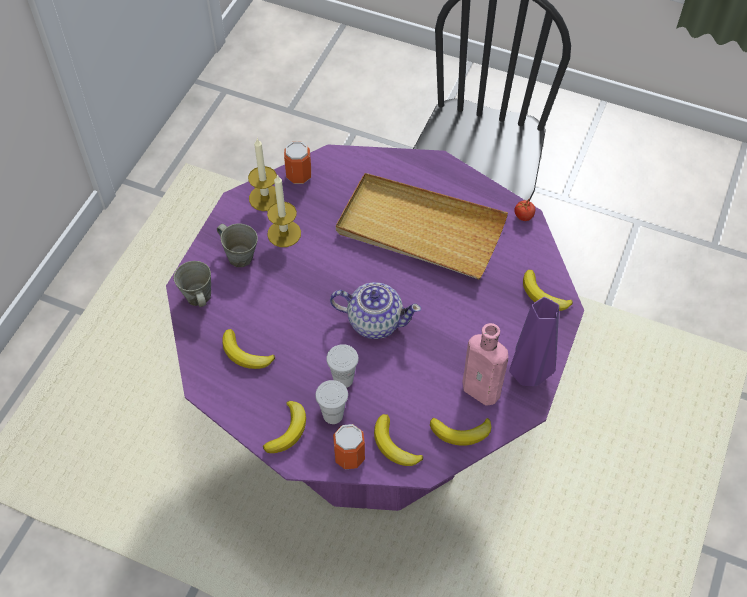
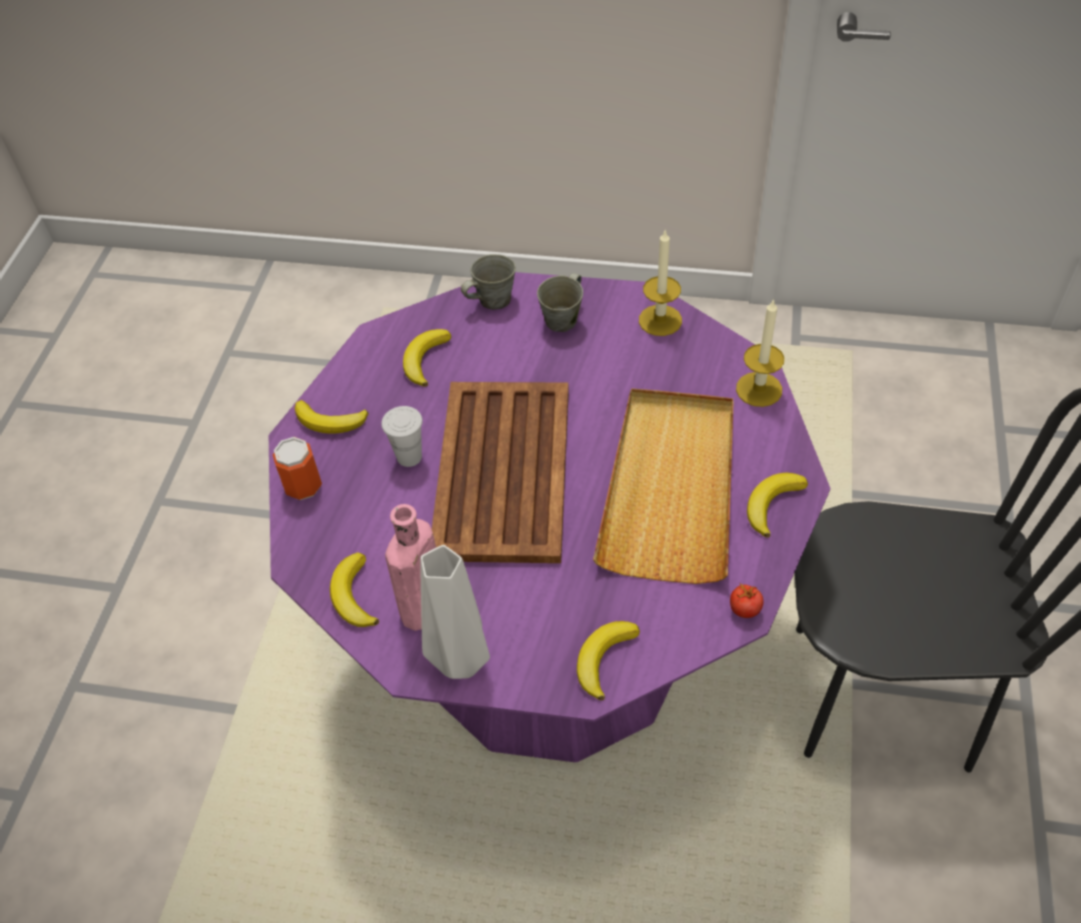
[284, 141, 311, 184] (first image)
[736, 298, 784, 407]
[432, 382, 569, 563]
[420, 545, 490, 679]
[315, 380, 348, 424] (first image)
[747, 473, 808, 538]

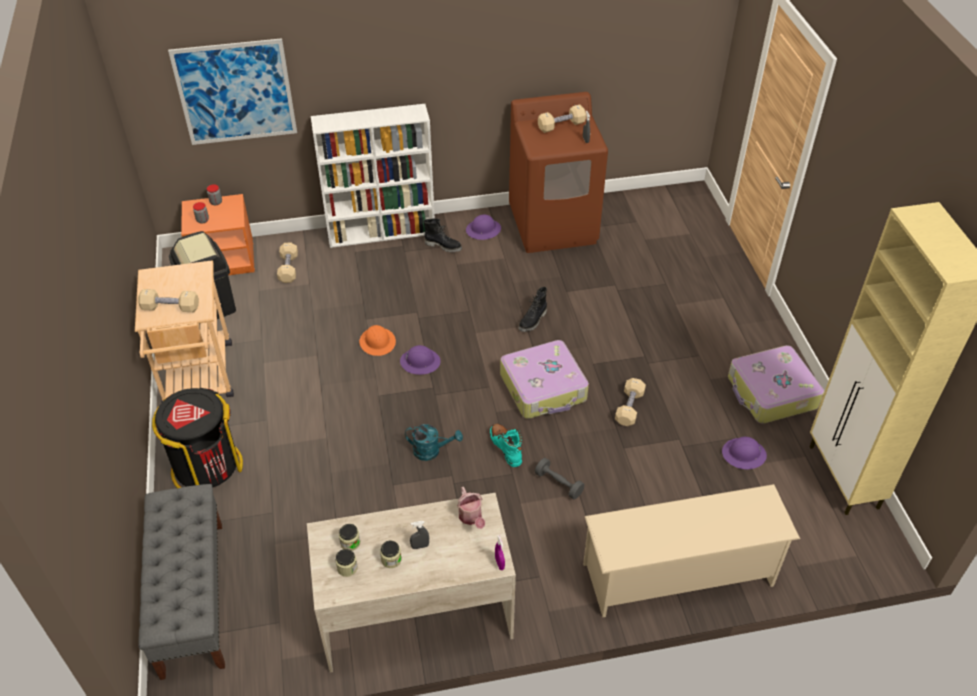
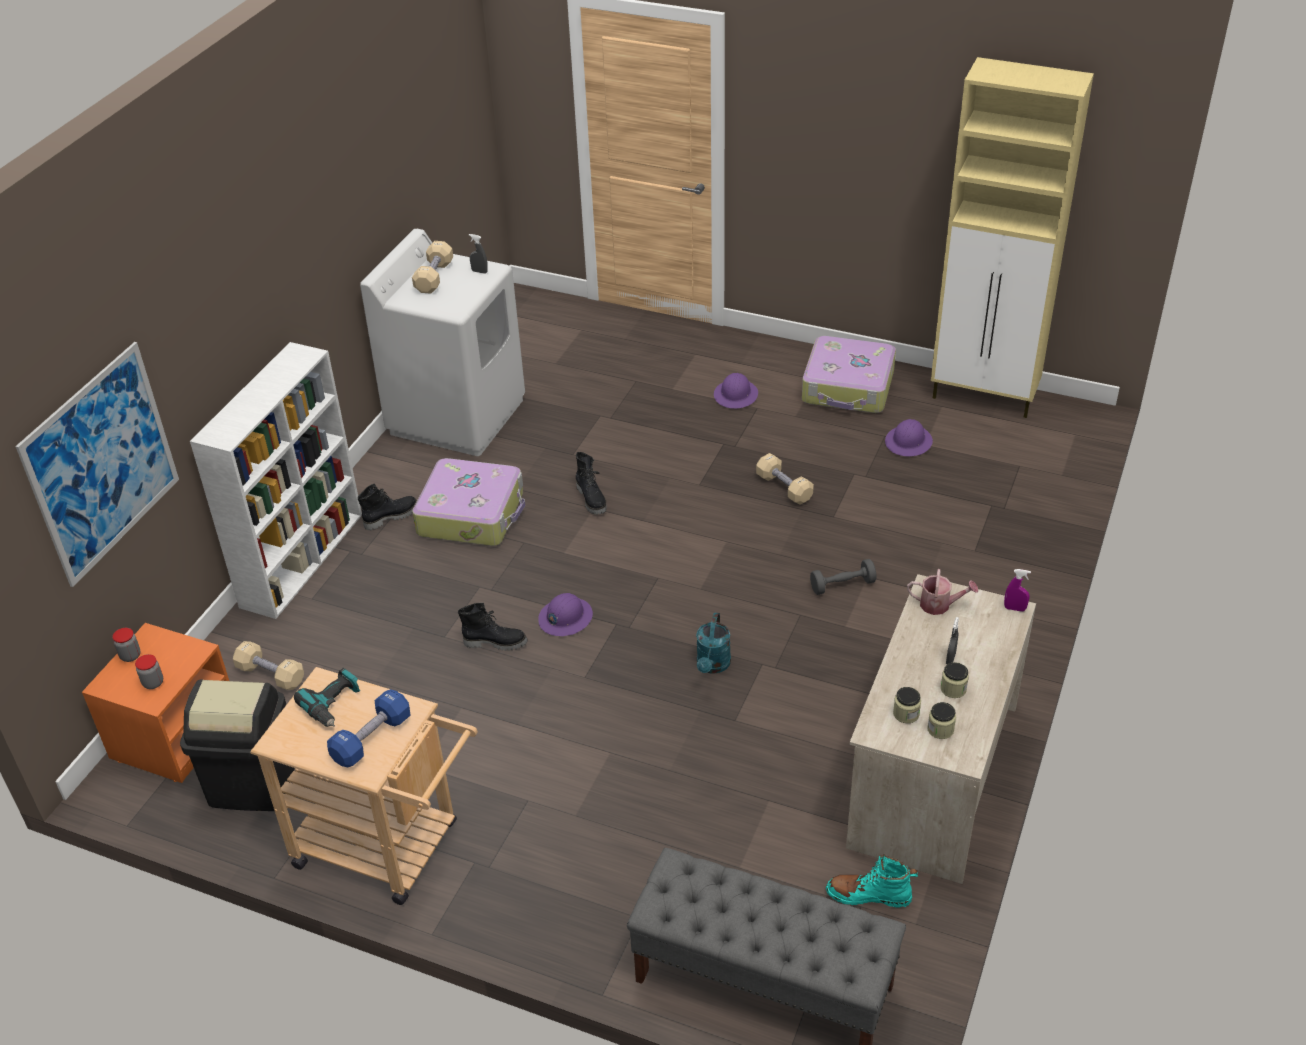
[360, 229, 525, 456]
[714, 373, 758, 409]
[327, 689, 410, 768]
[458, 603, 527, 651]
[412, 458, 525, 546]
[152, 388, 243, 488] (first image)
[696, 612, 731, 674]
[826, 855, 918, 908]
[583, 484, 800, 617] (first image)
[294, 668, 360, 727]

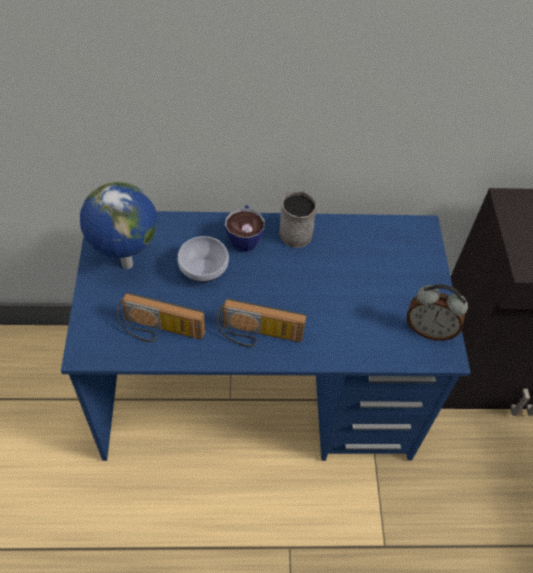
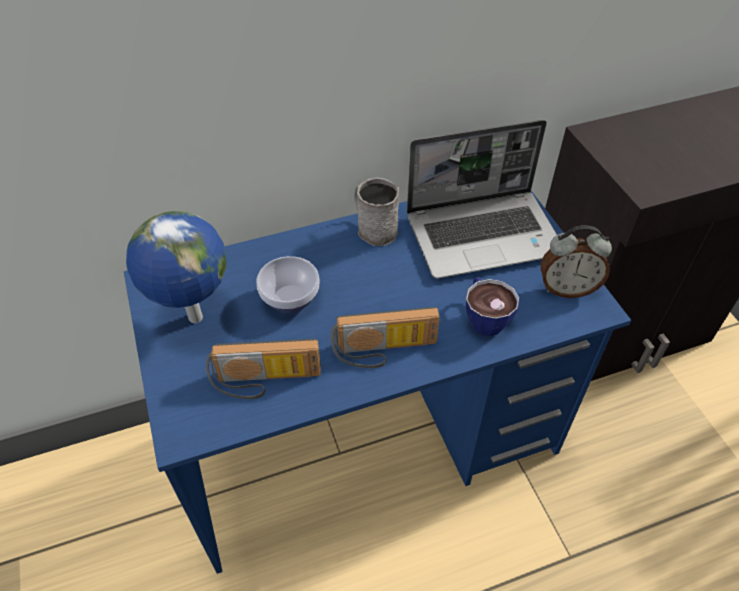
[465, 277, 519, 336]
[407, 120, 557, 279]

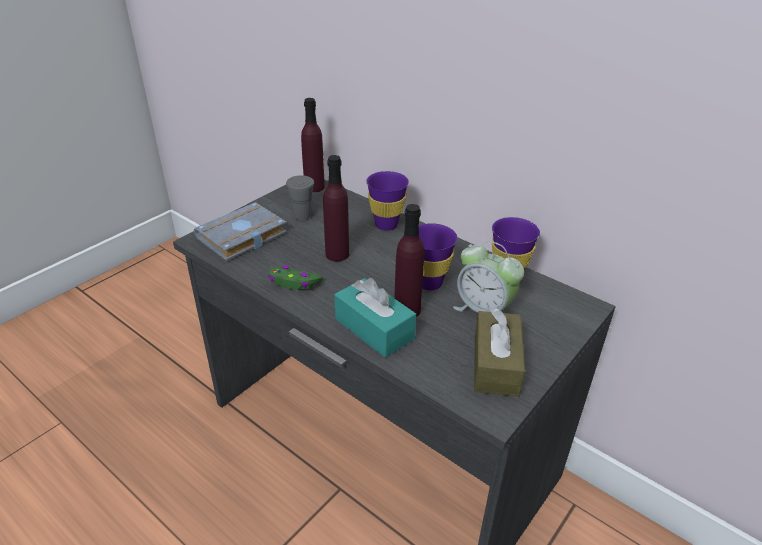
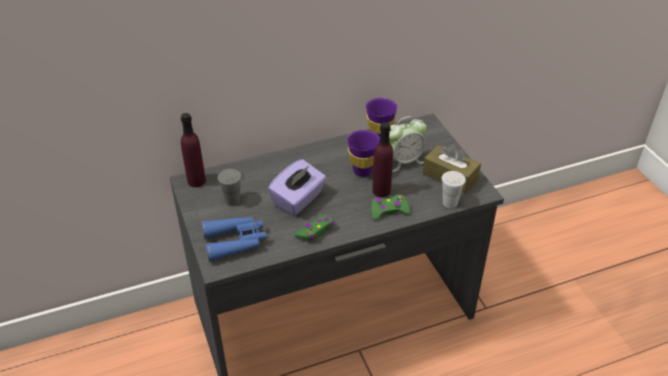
[268, 159, 326, 216]
[366, 171, 409, 231] (first image)
[201, 216, 266, 262]
[371, 194, 411, 220]
[441, 171, 466, 208]

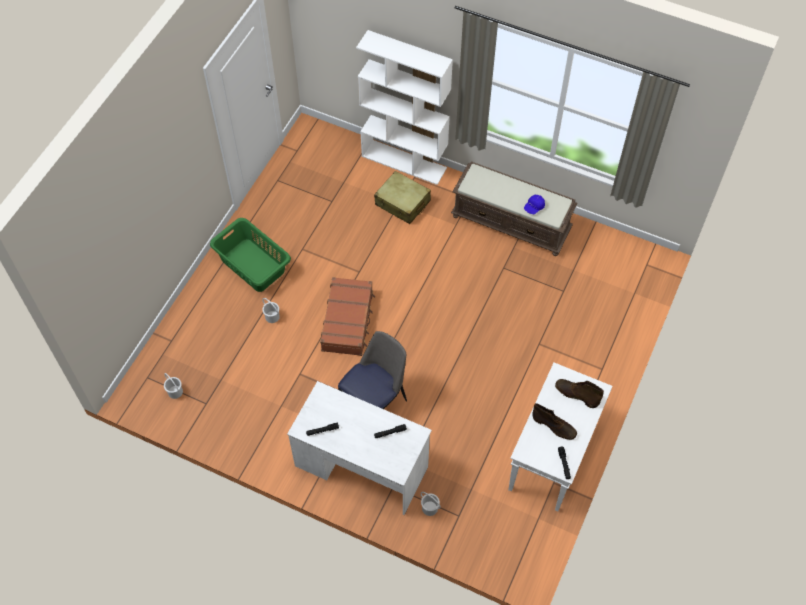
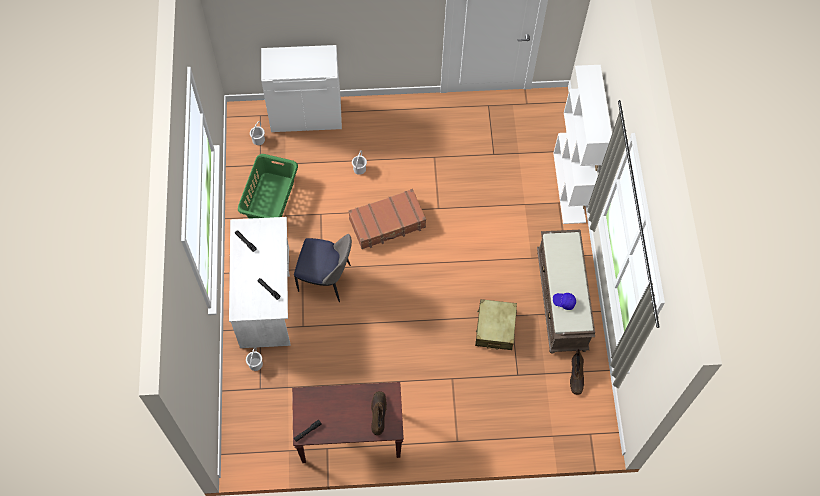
[475, 299, 517, 350]
[238, 154, 298, 219]
[292, 382, 404, 463]
[570, 349, 584, 395]
[261, 45, 342, 132]

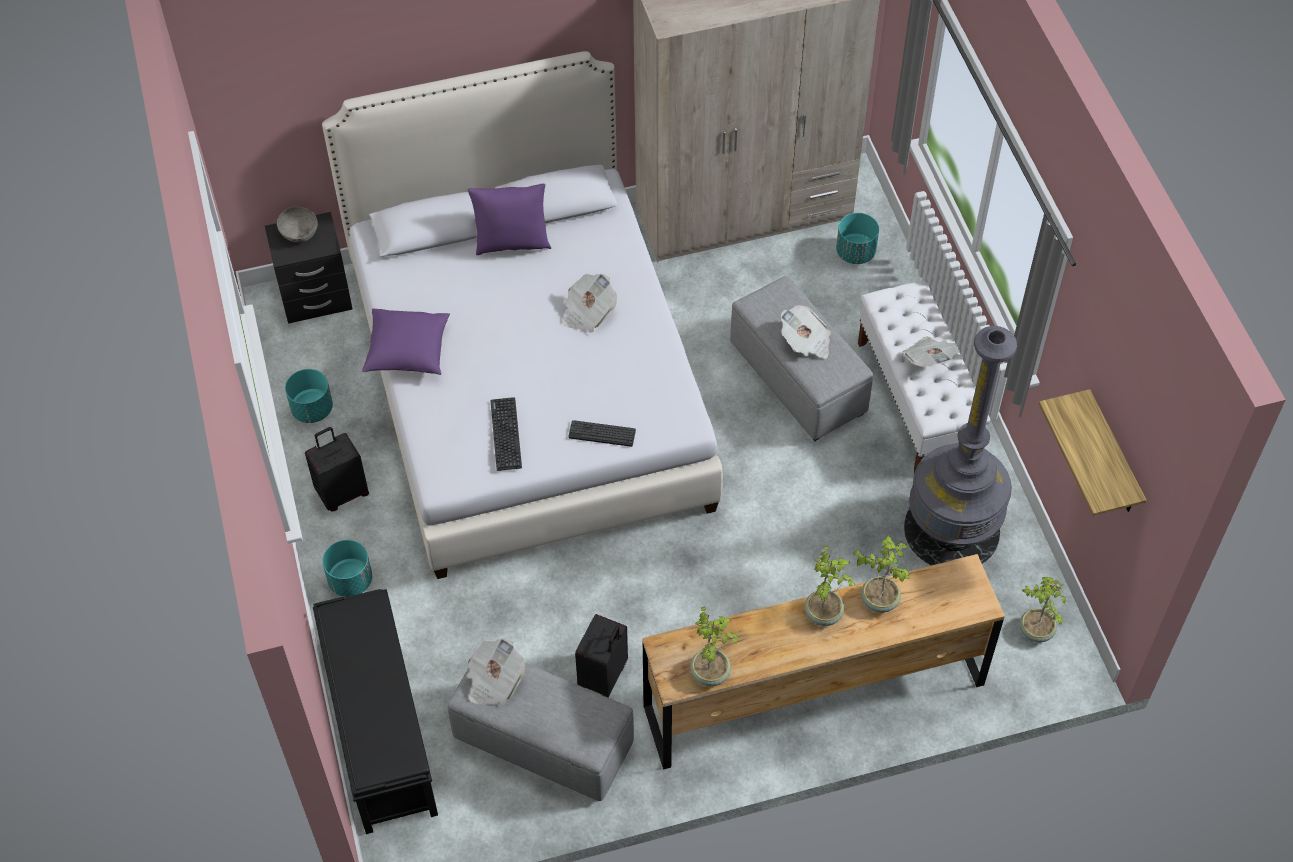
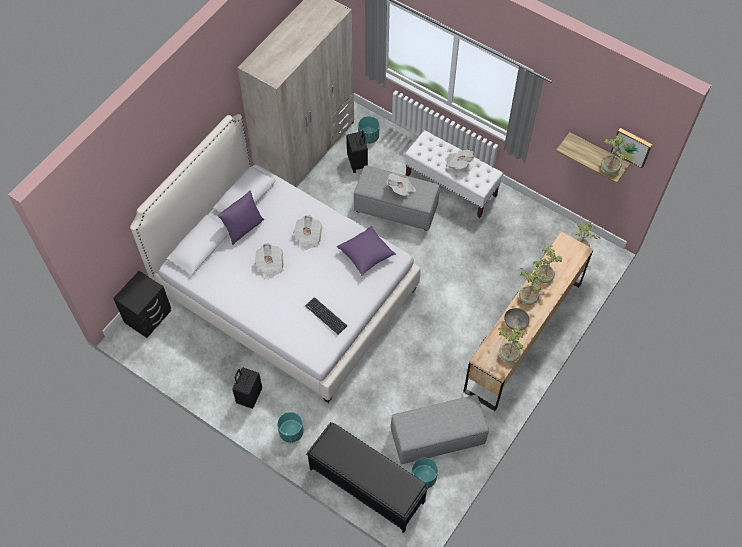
[504, 308, 530, 330]
[337, 226, 396, 276]
[904, 326, 1017, 565] (first image)
[412, 458, 438, 488]
[569, 420, 636, 447] (first image)
[347, 130, 368, 173]
[255, 243, 284, 280]
[611, 128, 652, 168]
[601, 136, 628, 174]

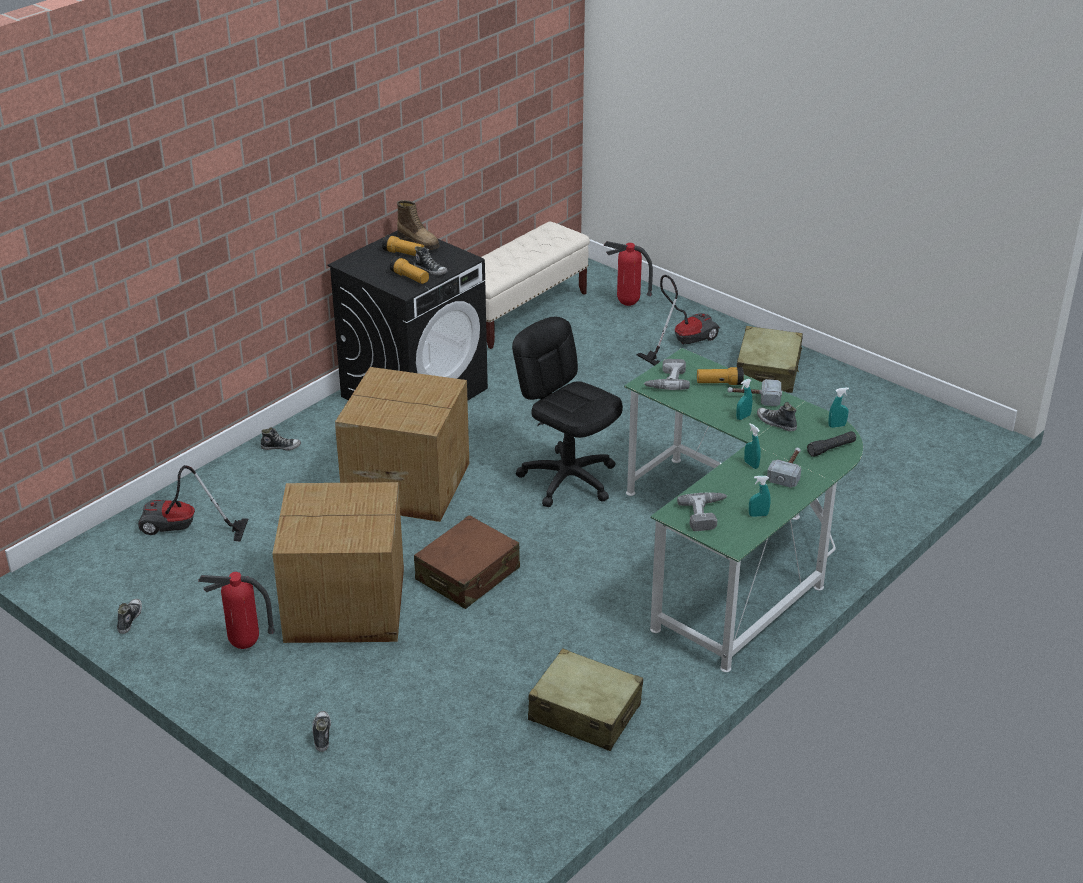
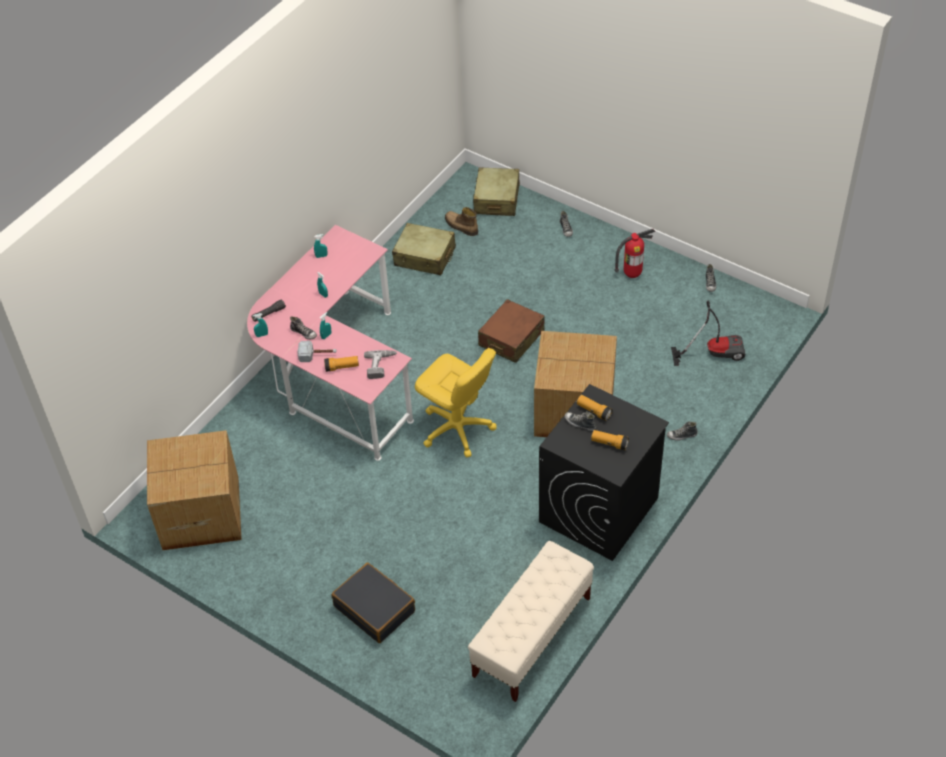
[445, 207, 478, 236]
[604, 241, 653, 306] (first image)
[332, 563, 415, 643]
[415, 348, 497, 457]
[473, 167, 520, 216]
[247, 225, 414, 461]
[767, 448, 801, 488] (first image)
[147, 430, 242, 550]
[677, 492, 727, 531] (first image)

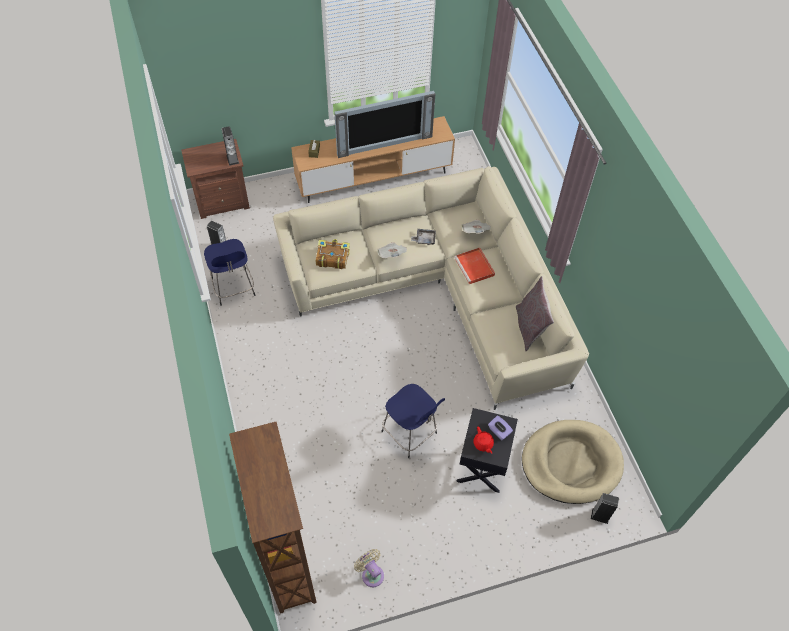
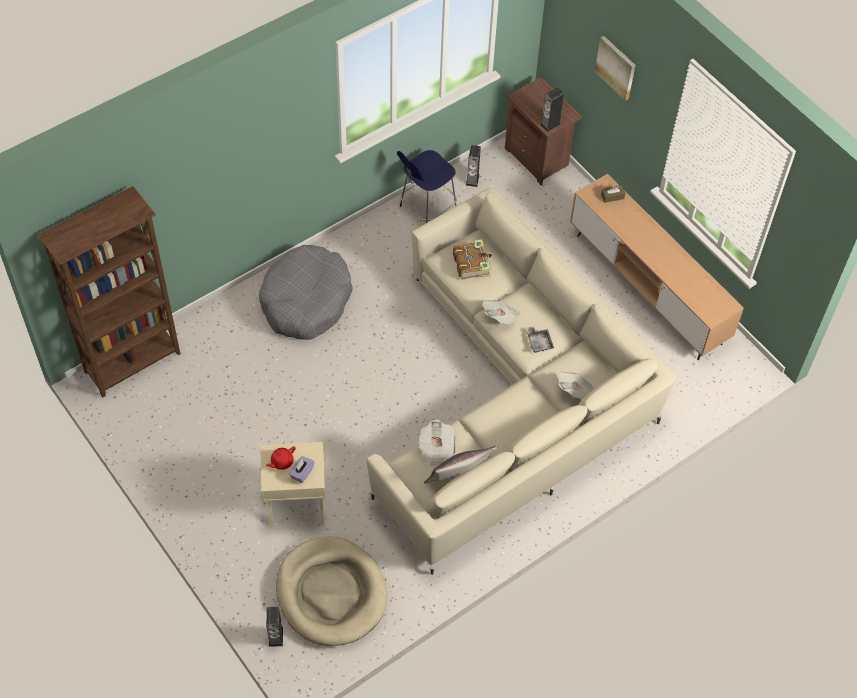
[334, 91, 435, 158] (first image)
[454, 248, 495, 284] (first image)
[381, 384, 445, 458] (first image)
[260, 442, 325, 528]
[354, 549, 384, 587] (first image)
[595, 36, 635, 101]
[259, 245, 353, 340]
[418, 420, 457, 468]

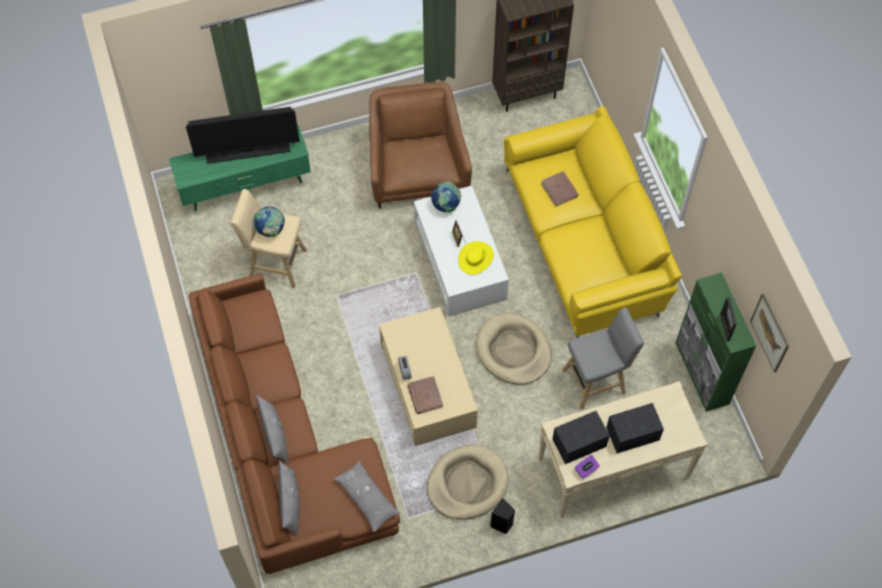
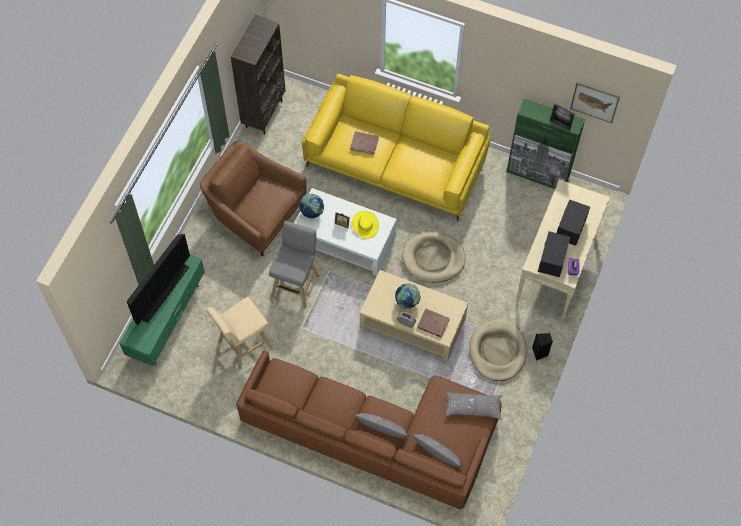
[395, 284, 421, 309]
[269, 221, 319, 309]

